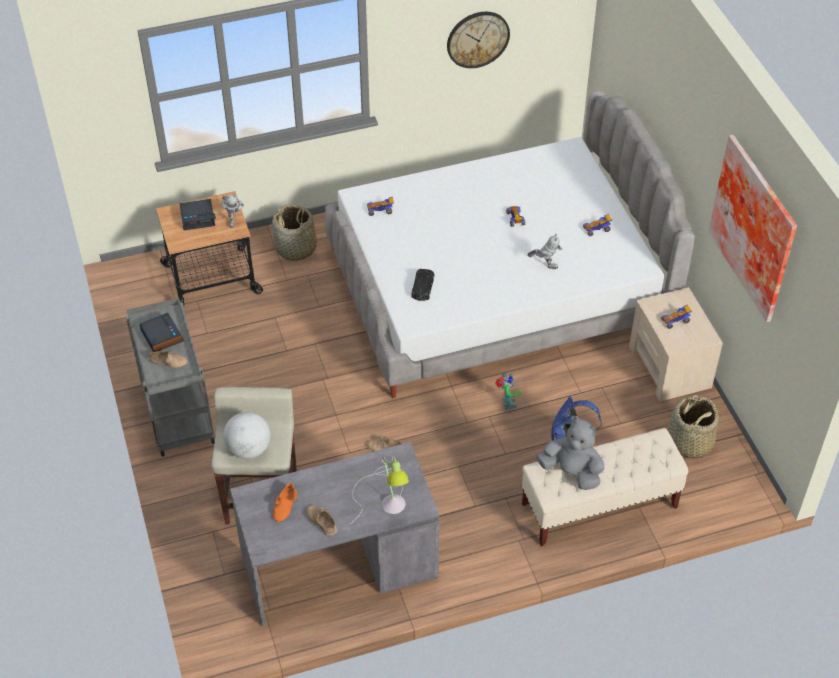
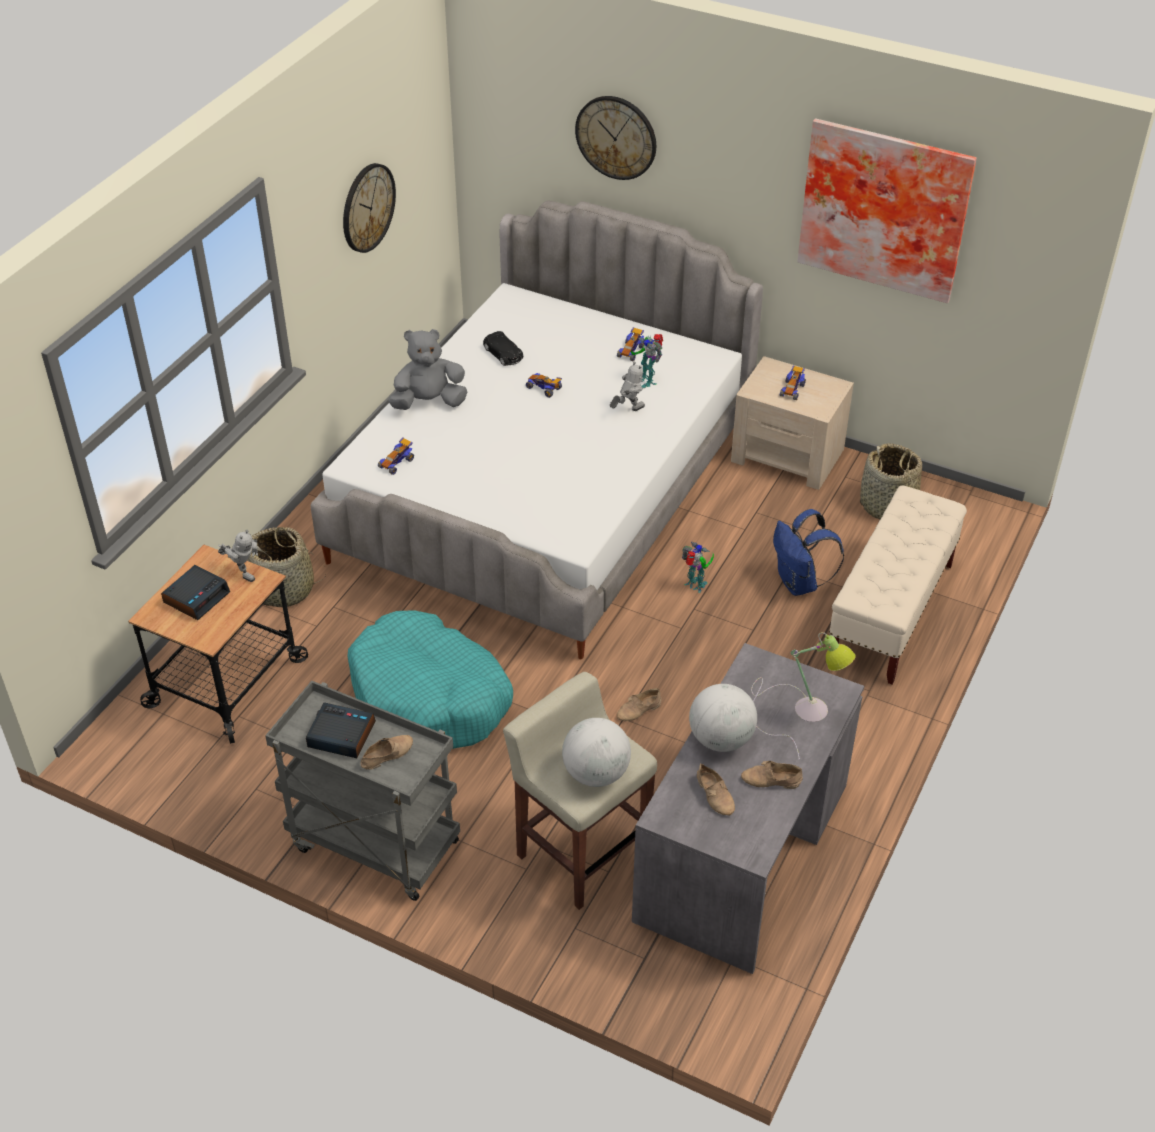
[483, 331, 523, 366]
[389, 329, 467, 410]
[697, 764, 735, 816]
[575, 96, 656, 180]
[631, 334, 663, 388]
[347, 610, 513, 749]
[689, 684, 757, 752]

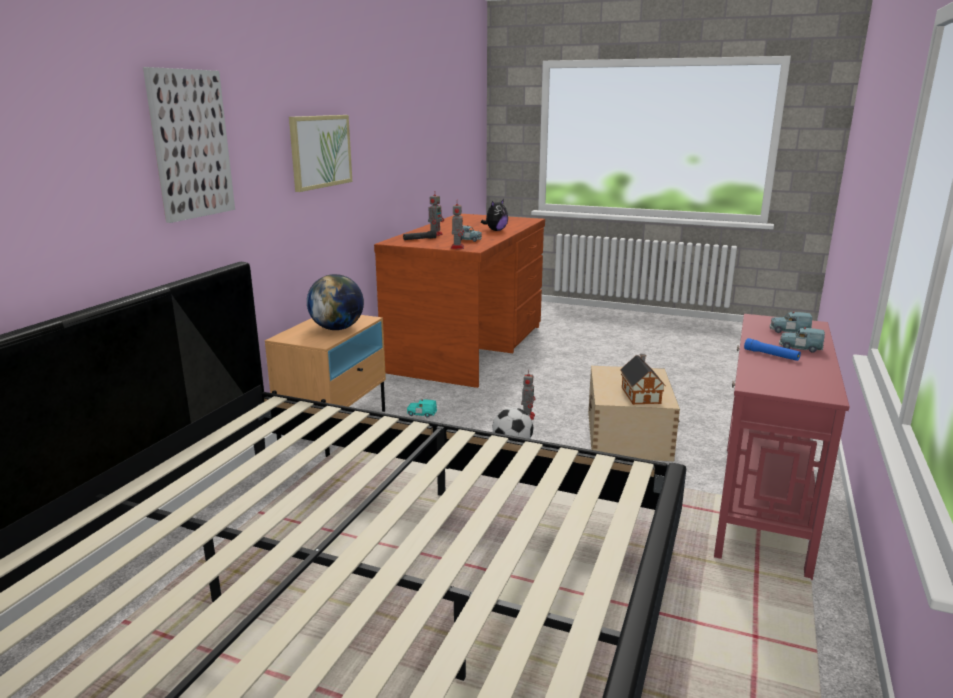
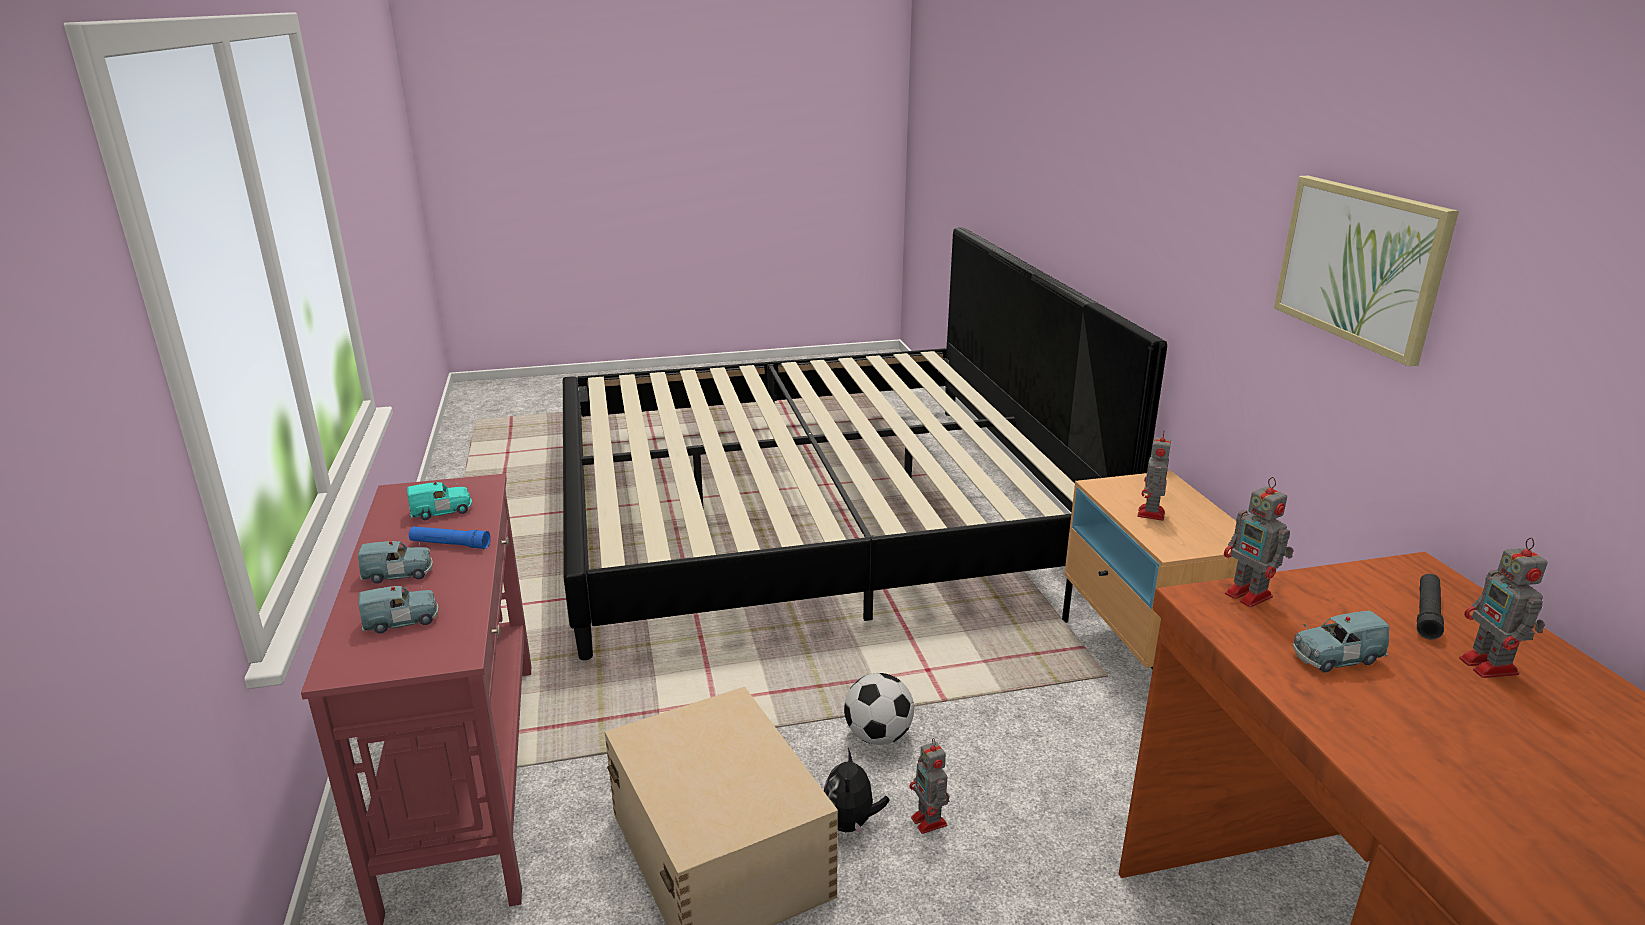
[143, 67, 235, 223] (first image)
[824, 748, 890, 836]
[1137, 432, 1171, 521]
[620, 354, 665, 405] (first image)
[407, 482, 472, 520]

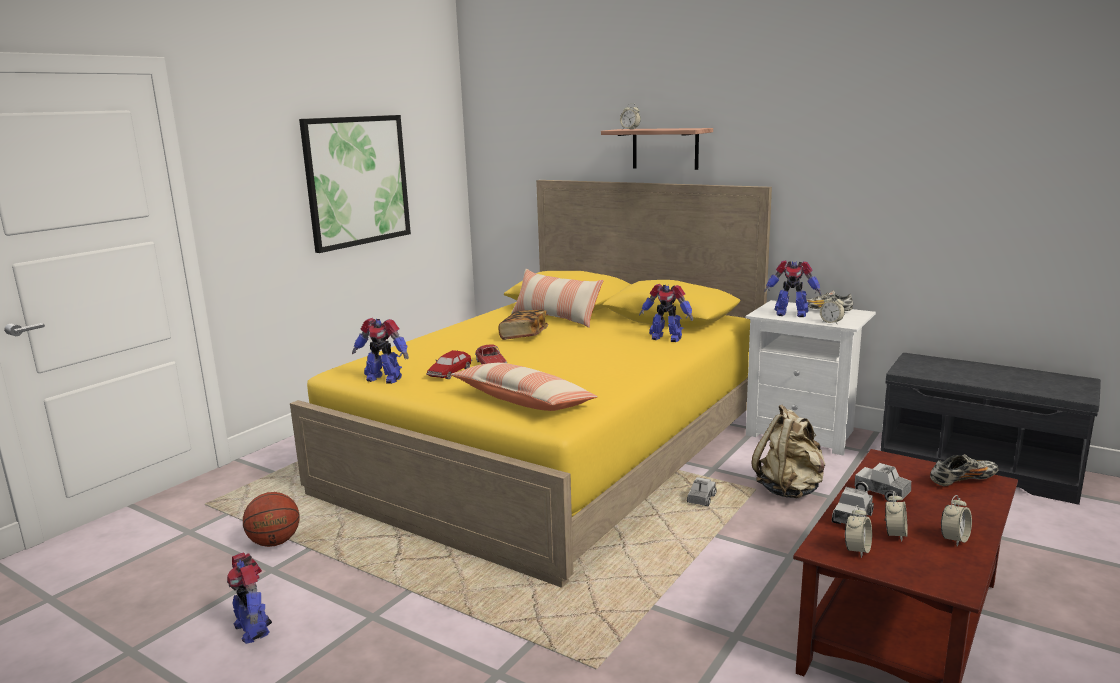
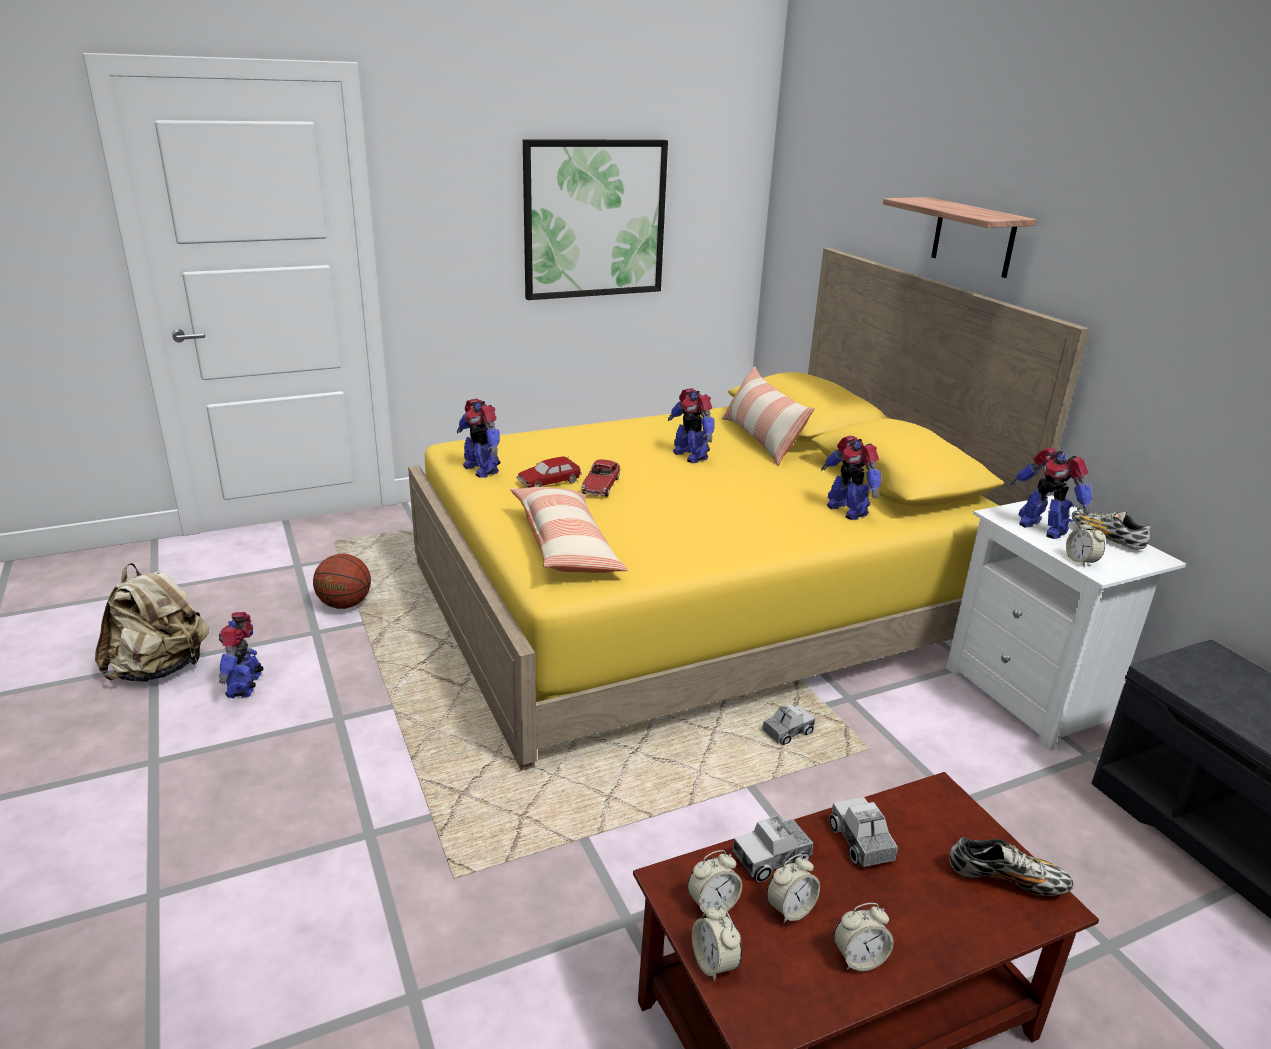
[692, 905, 742, 982]
[668, 388, 715, 463]
[95, 563, 209, 682]

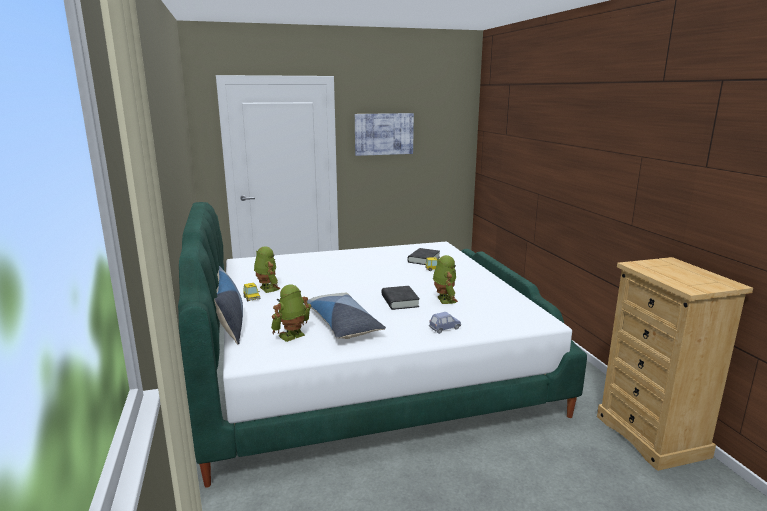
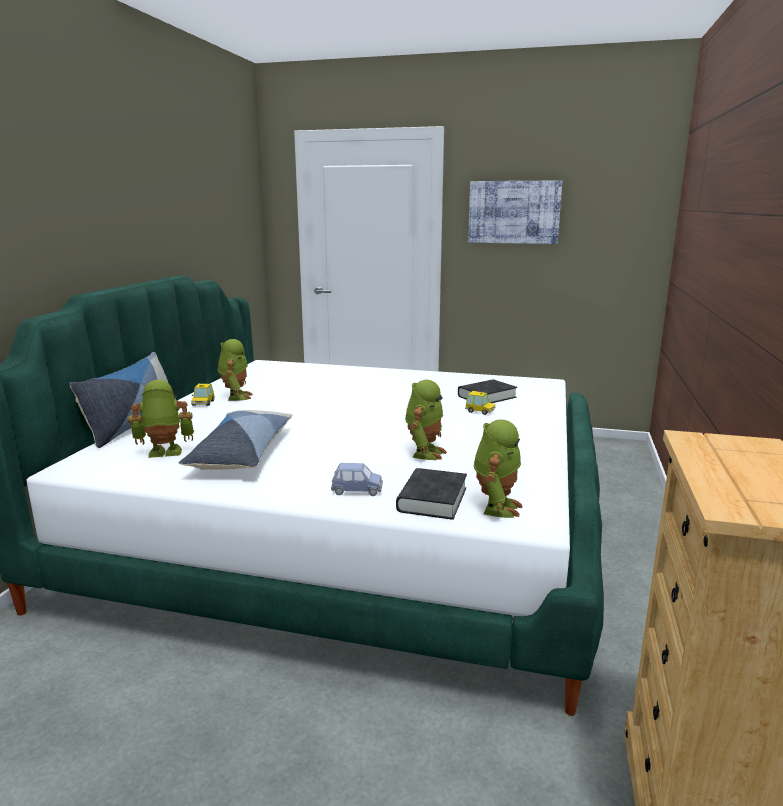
[396, 468, 467, 520]
[474, 419, 523, 518]

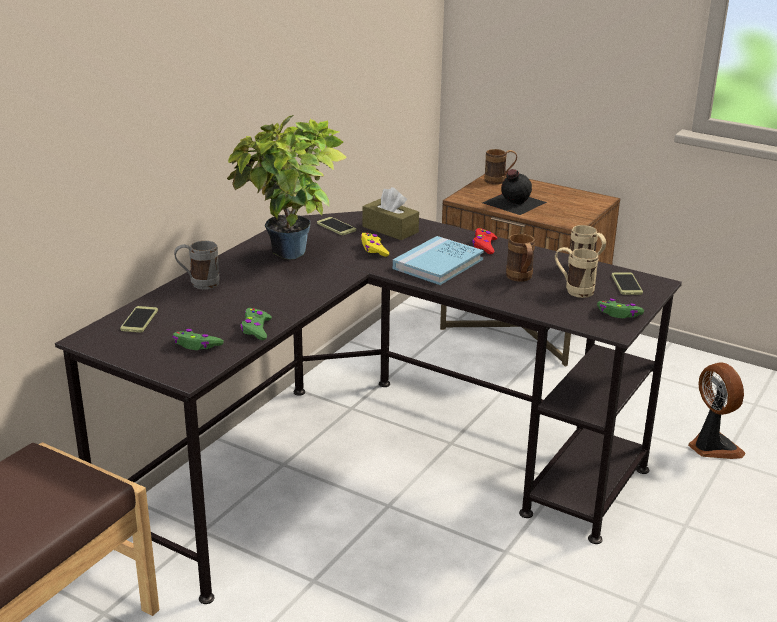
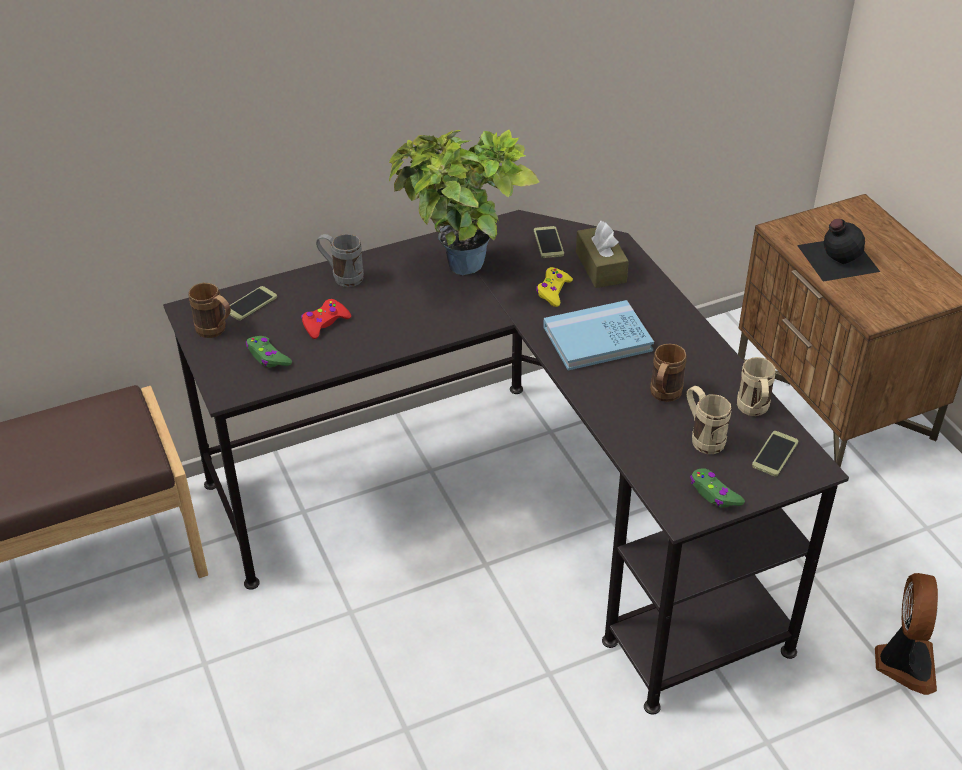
[188, 283, 231, 338]
[301, 299, 351, 339]
[240, 308, 272, 340] (first image)

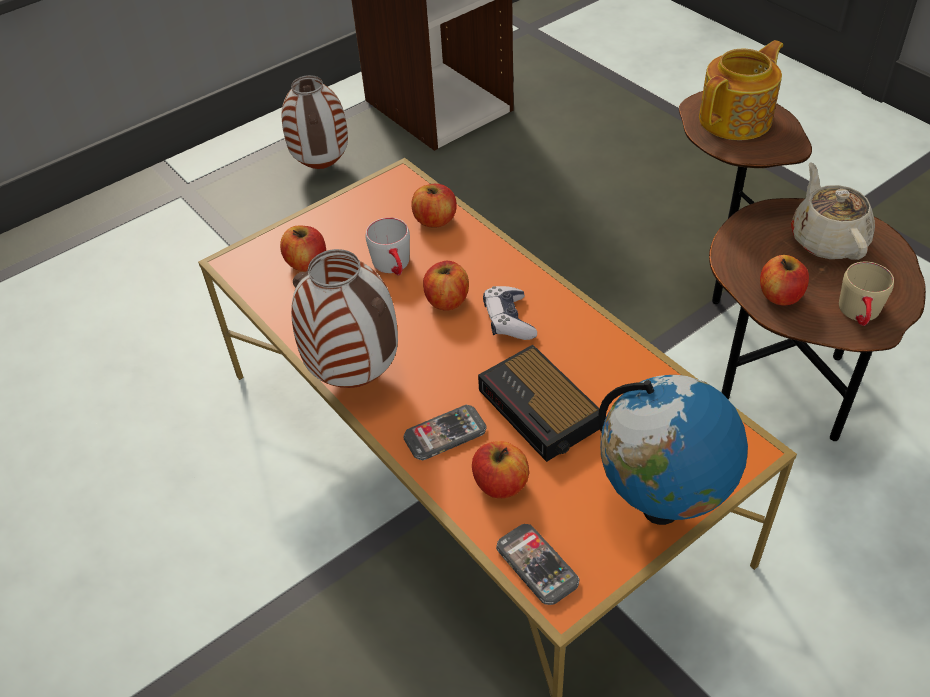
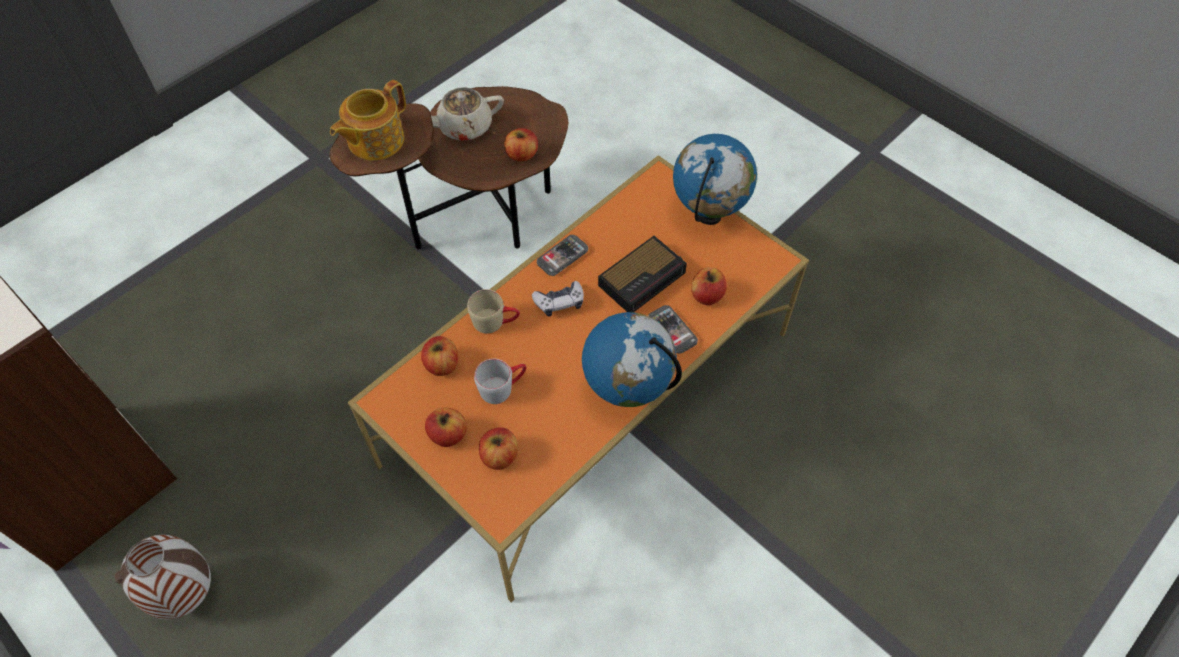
[330, 80, 406, 161]
[582, 312, 682, 407]
[425, 407, 467, 447]
[467, 289, 520, 334]
[537, 235, 588, 276]

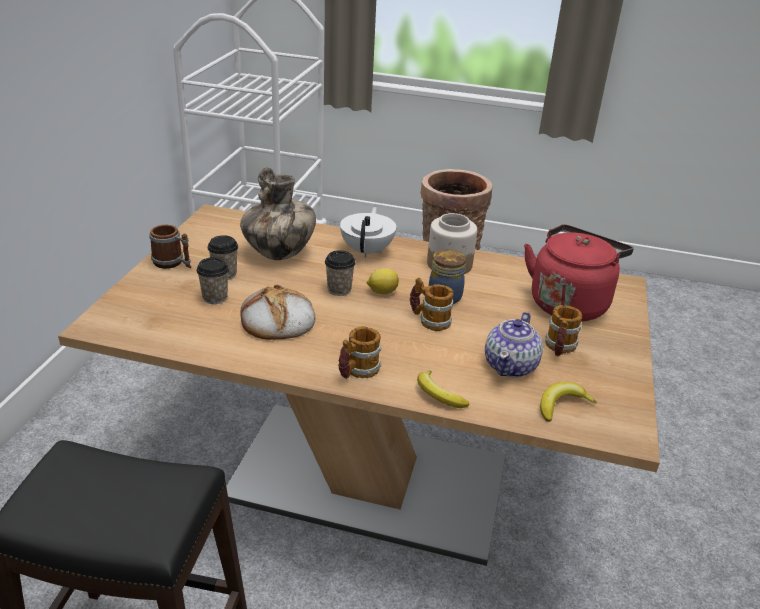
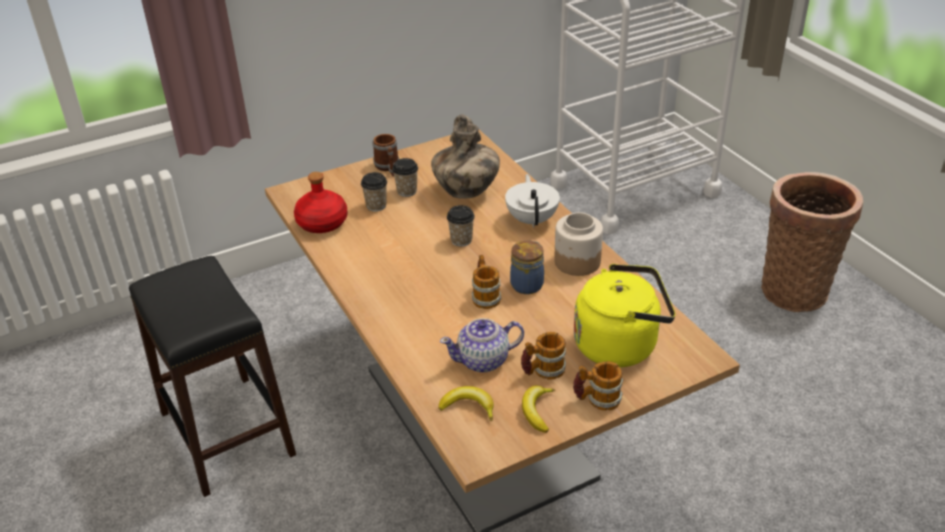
[505, 174, 560, 228]
[574, 264, 675, 367]
[367, 268, 399, 294] (first image)
[240, 285, 316, 340] (first image)
[573, 361, 623, 410]
[522, 385, 555, 433]
[294, 172, 348, 233]

